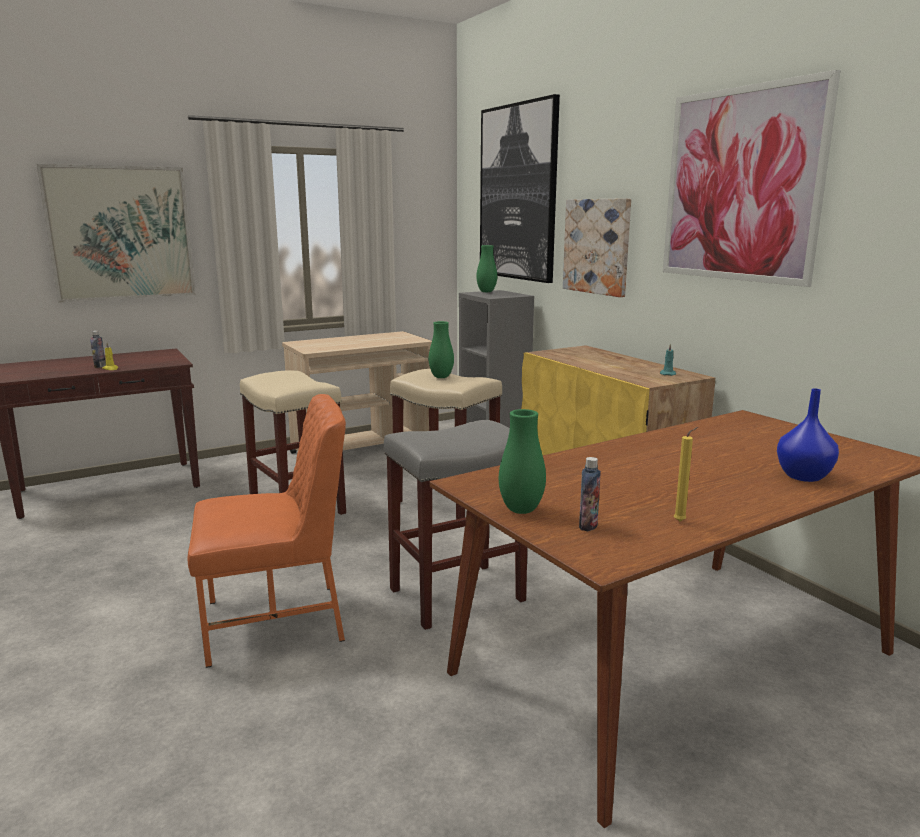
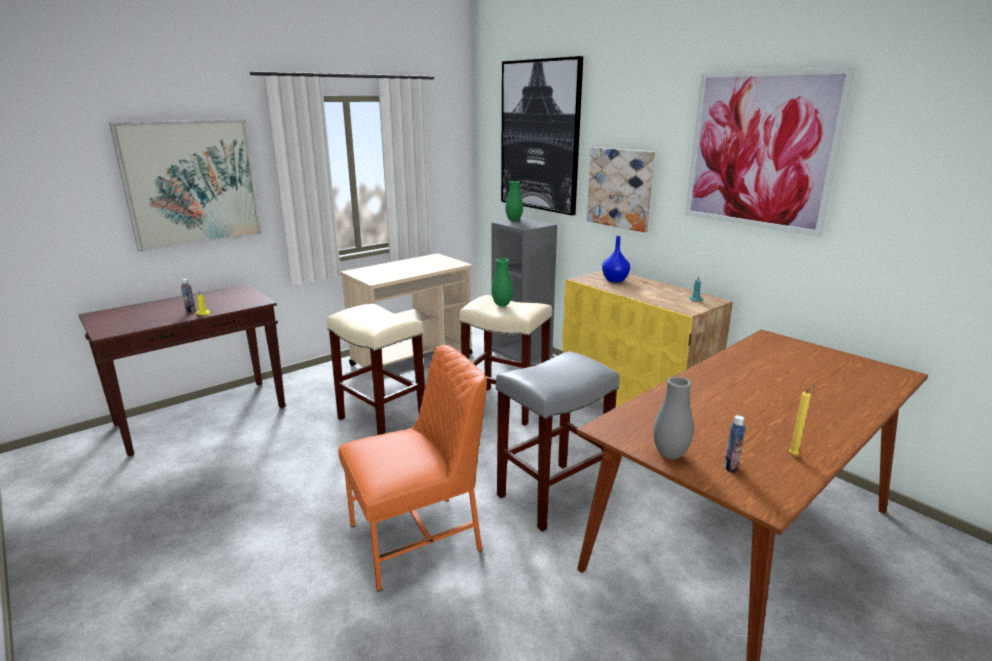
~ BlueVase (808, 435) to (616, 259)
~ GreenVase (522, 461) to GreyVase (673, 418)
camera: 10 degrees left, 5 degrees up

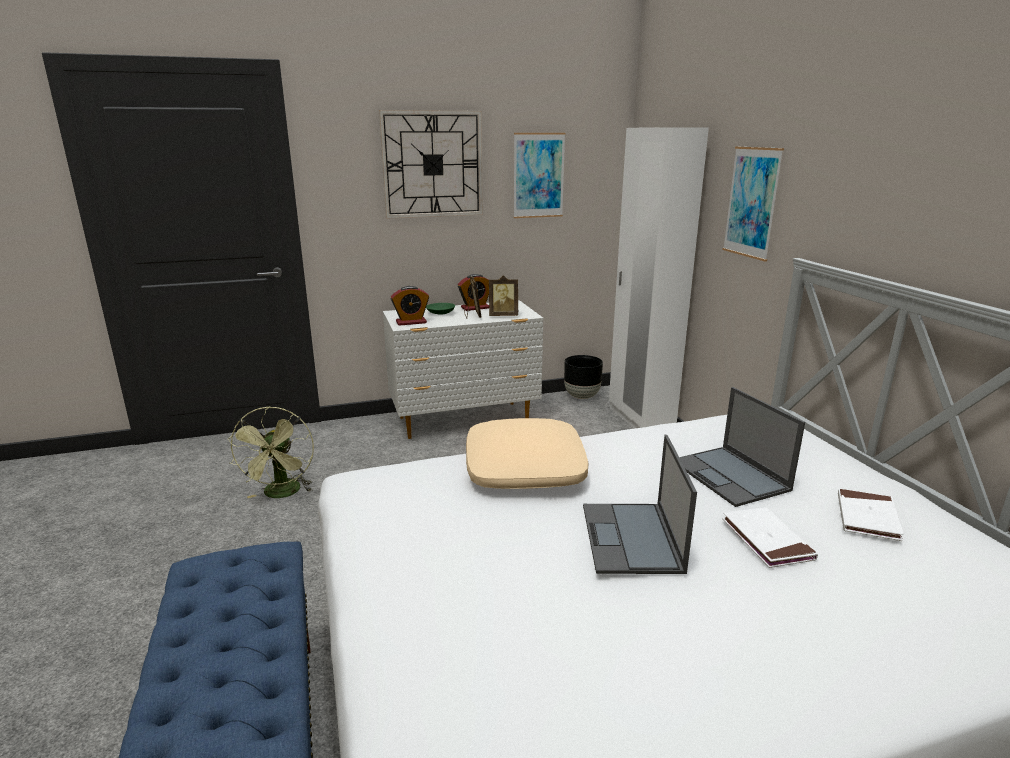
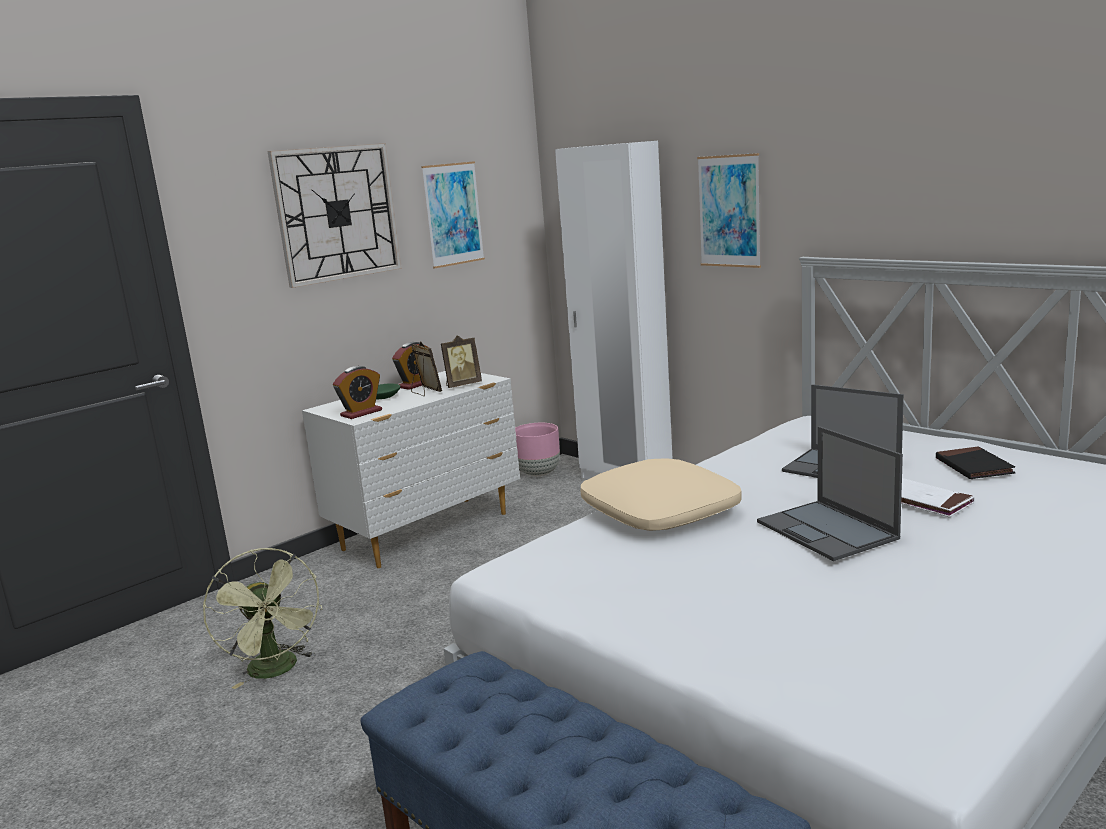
~ BlackPlanter (583, 377) to PinkPlanter (537, 449)
~ WhiteBook (871, 515) to BlackBook (975, 462)
camera: 25 degrees left, 5 degrees down

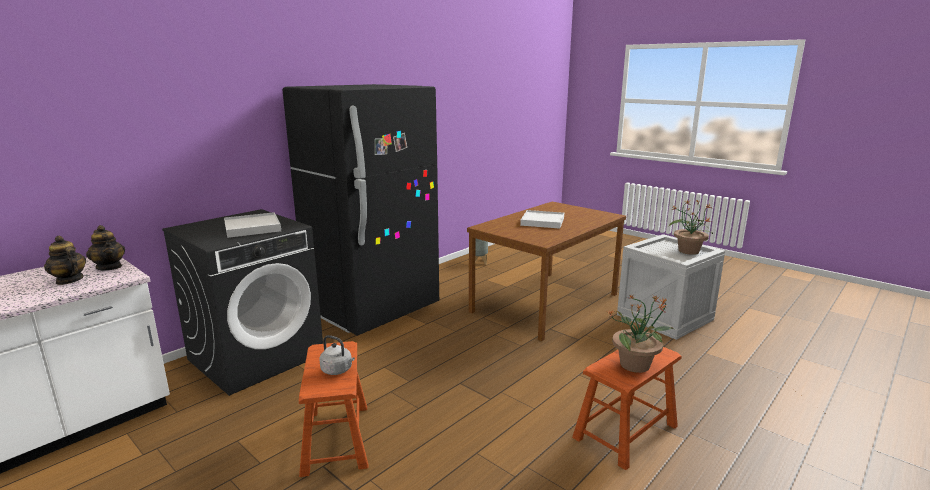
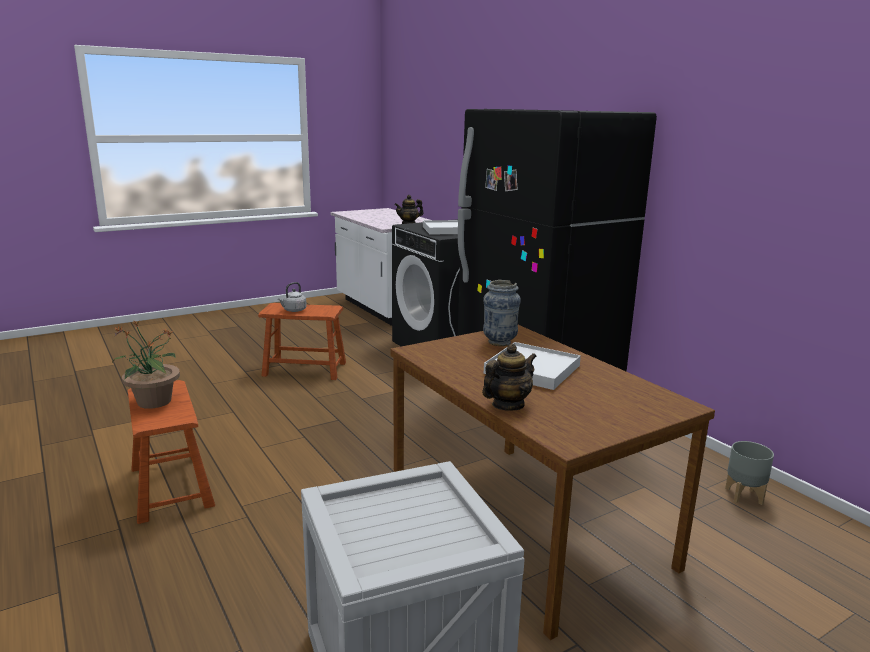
- PottedPlant (691, 227)
+ Vase (502, 313)
~ Teapot (65, 260) to (509, 377)
camera: 105 degrees right, 0 degrees up

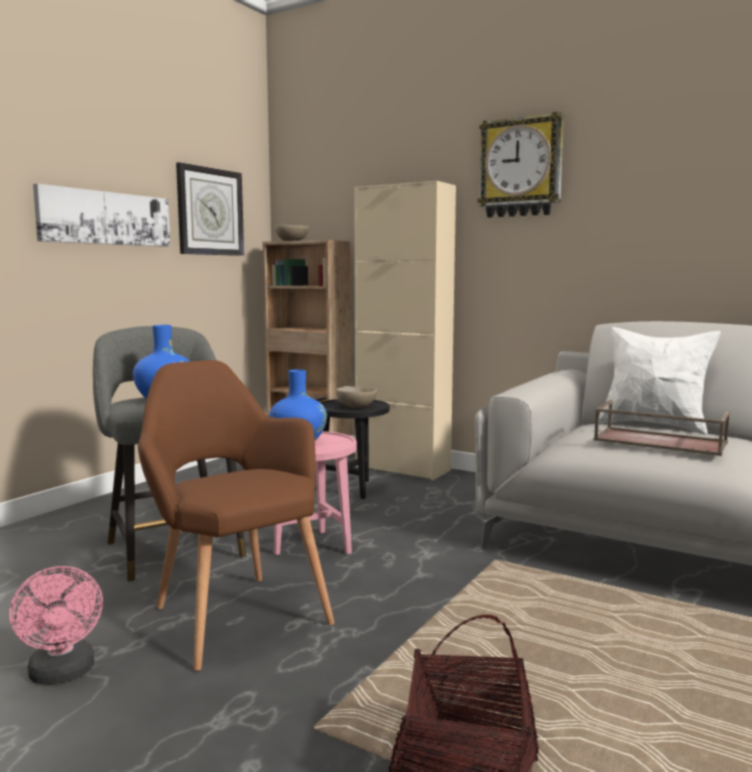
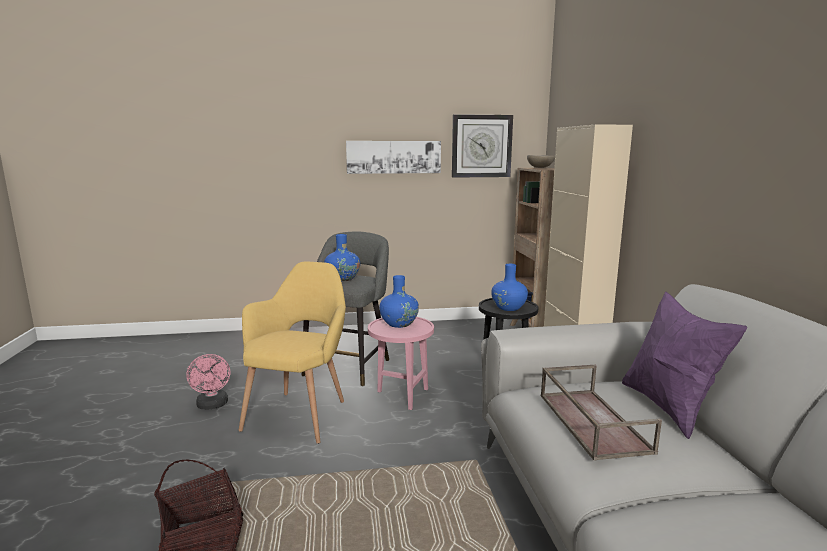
- WallClock (521, 165)
~ BeigeBowl (356, 397) to BlueVase (509, 287)
~ BrownArmchair (236, 515) to YellowArmchair (292, 352)
~ WhitePillow (660, 381) to PurplePillow (684, 365)
~ PinkFan (56, 625) = (208, 382) 45 degrees counterclockwise
camera: 50 degrees right, 5 degrees up

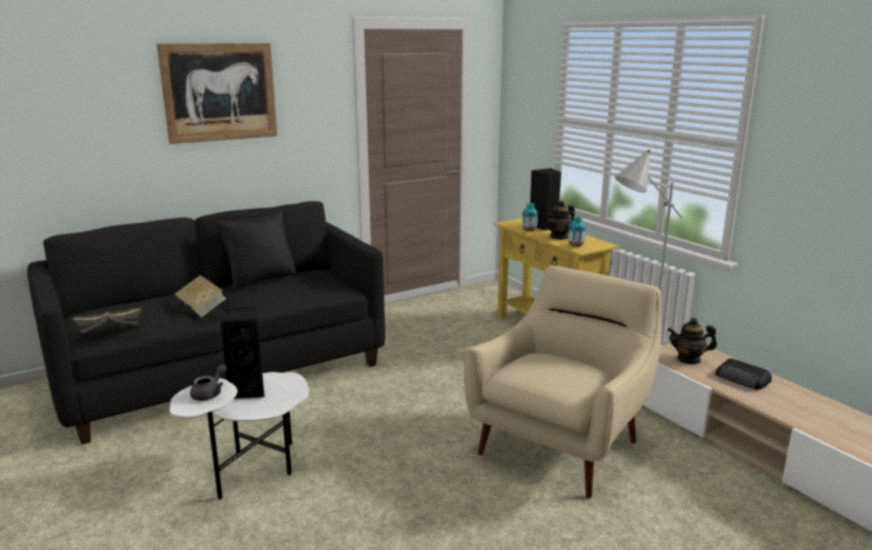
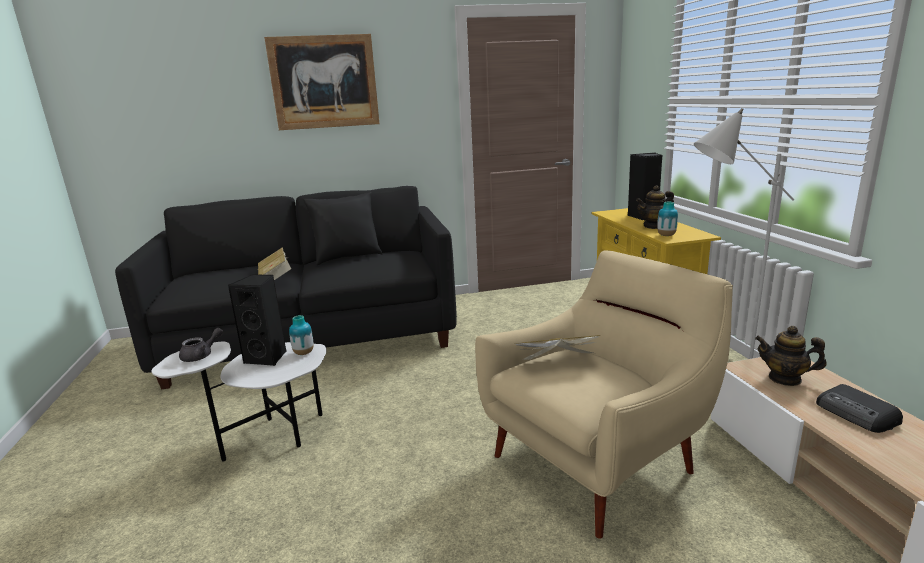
~ Book (107, 321) to (557, 347)
~ Vase (530, 217) to (301, 335)
camera: 20 degrees right, 0 degrees up

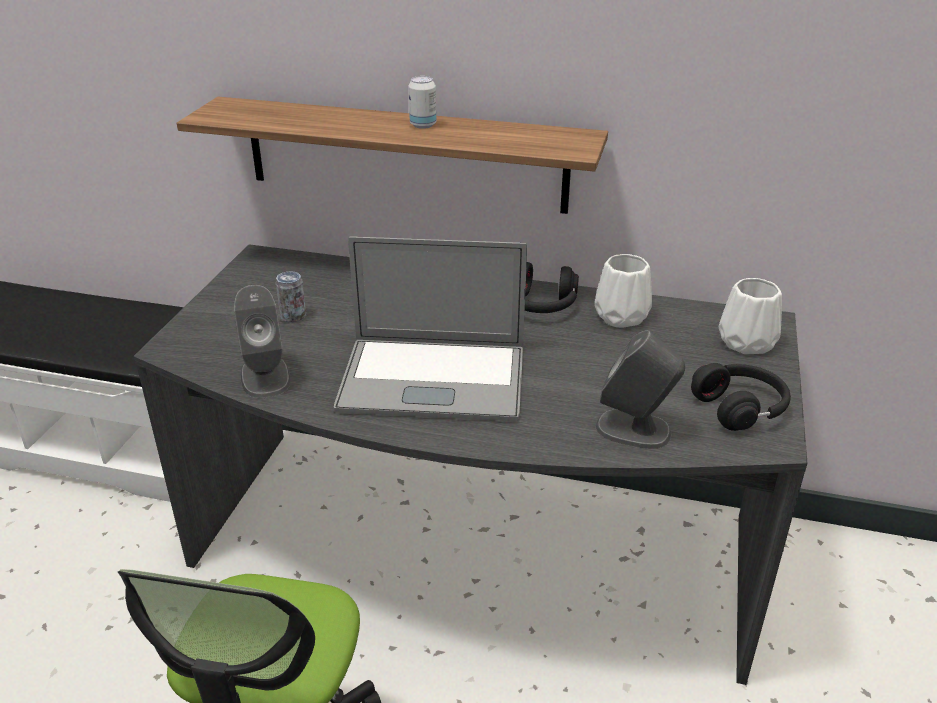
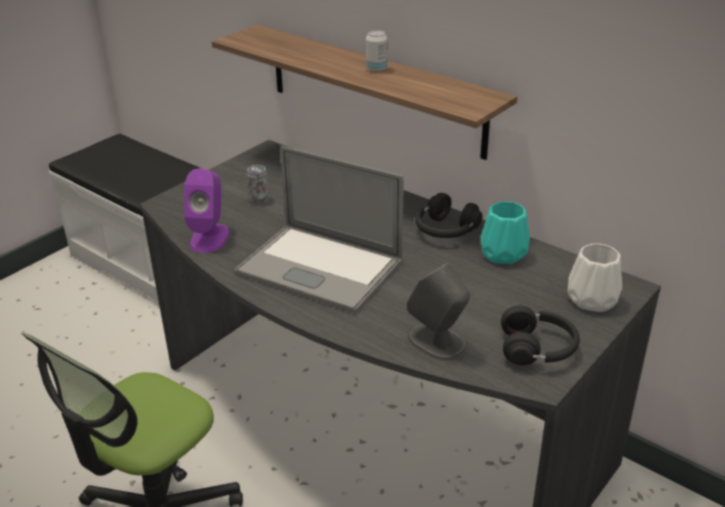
~ GreySpeaker (262, 341) to PurpleSpeaker (207, 210)
~ WhiteVase (623, 290) to TurquoiseVase (505, 232)
camera: 25 degrees right, 0 degrees up

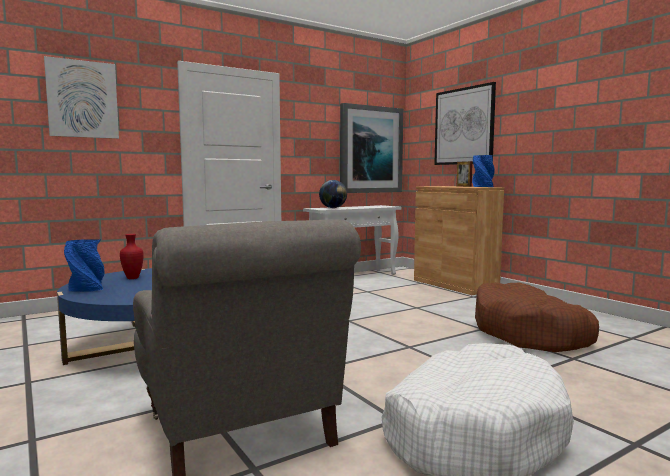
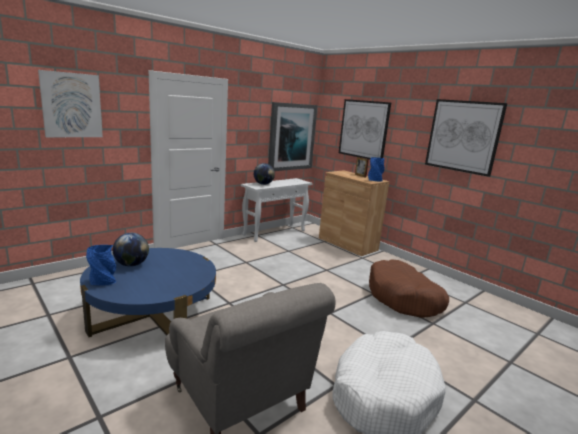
+ Picture (466, 138)
~ RedVase (132, 256) to Globe (131, 250)
camera: 10 degrees left, 10 degrees up

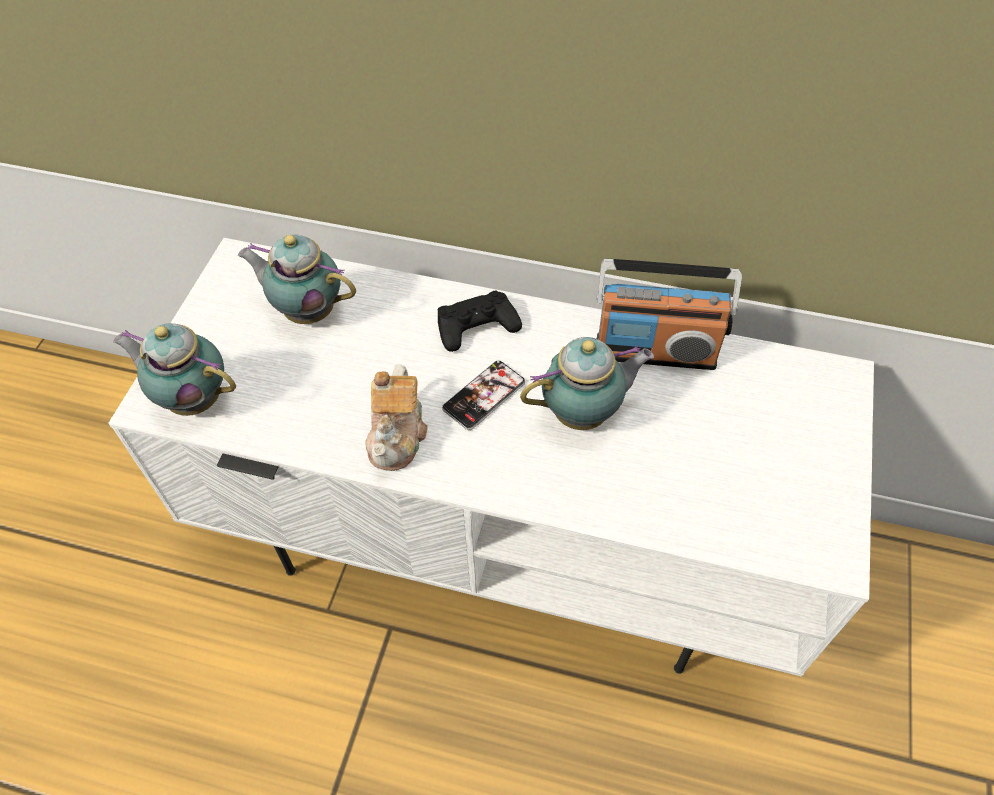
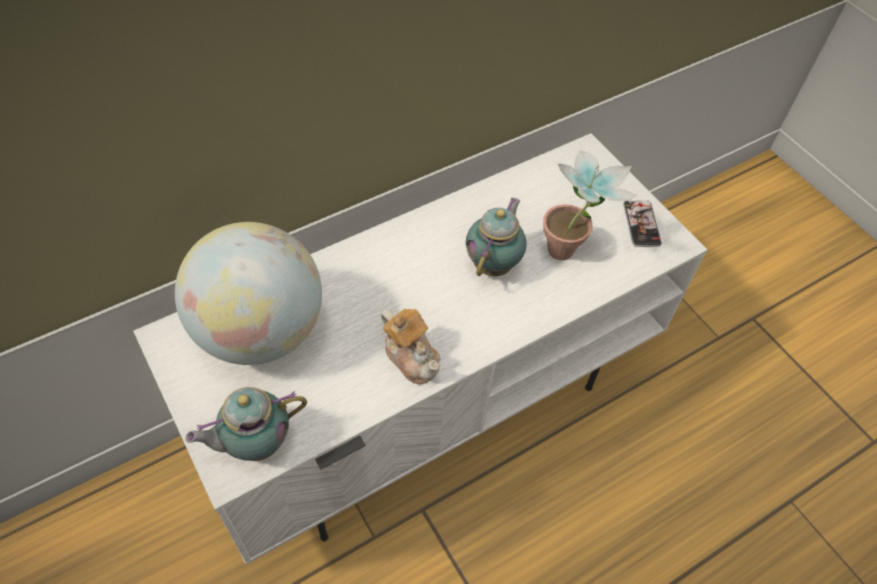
- BlackGameController (480, 321)
- Radio (669, 314)
+ PottedPlant (590, 205)
~ Phone (483, 395) to (642, 223)
~ Teapot (297, 279) to Globe (248, 293)
camera: 50 degrees left, 0 degrees up

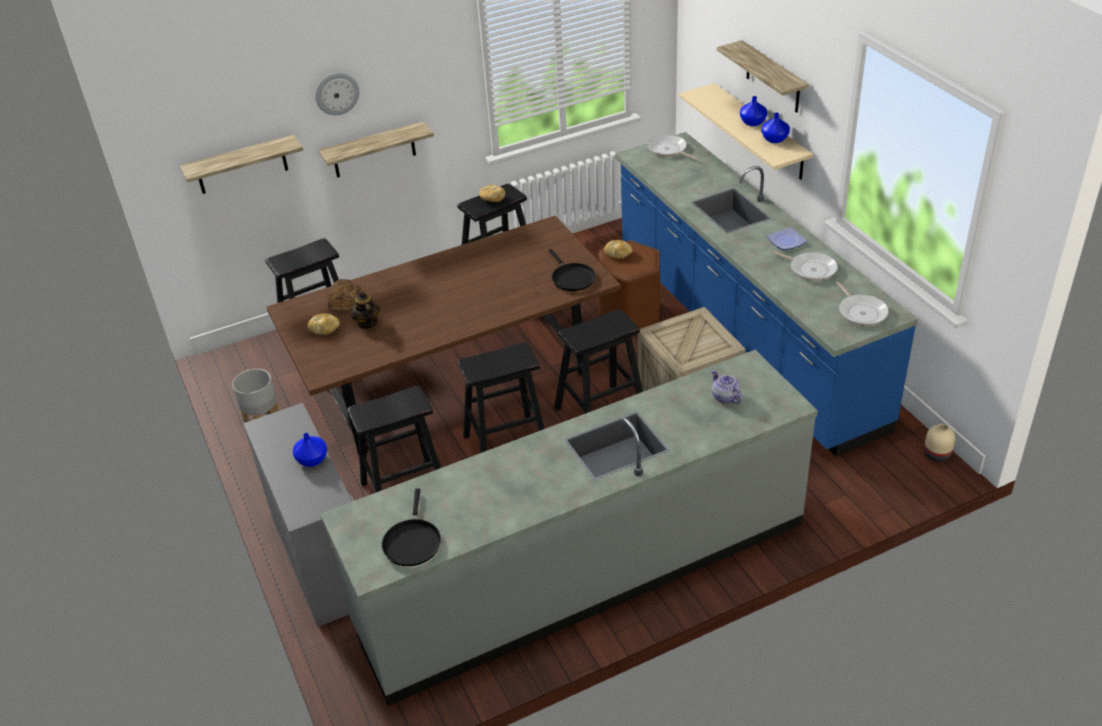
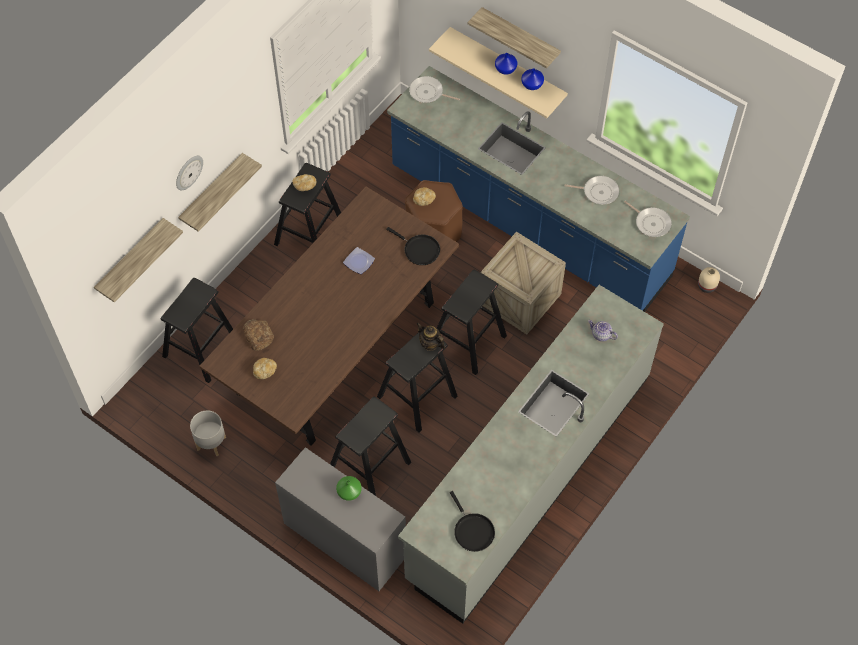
~ Teapot (365, 309) to (431, 337)
~ Plate (787, 238) to (359, 260)
~ BlueVase (310, 450) to GreenVase (349, 488)
camera: 30 degrees left, 20 degrees up

